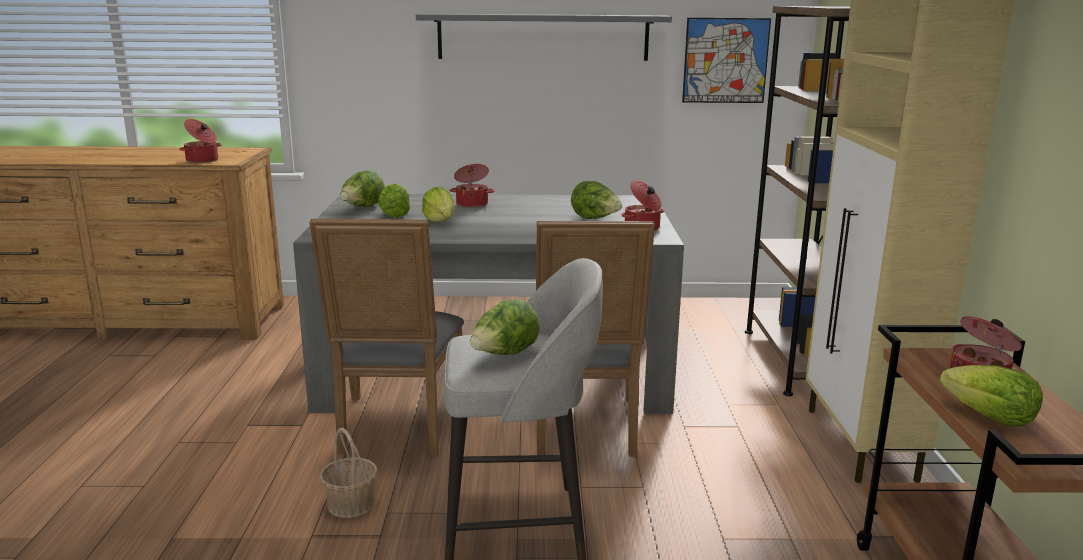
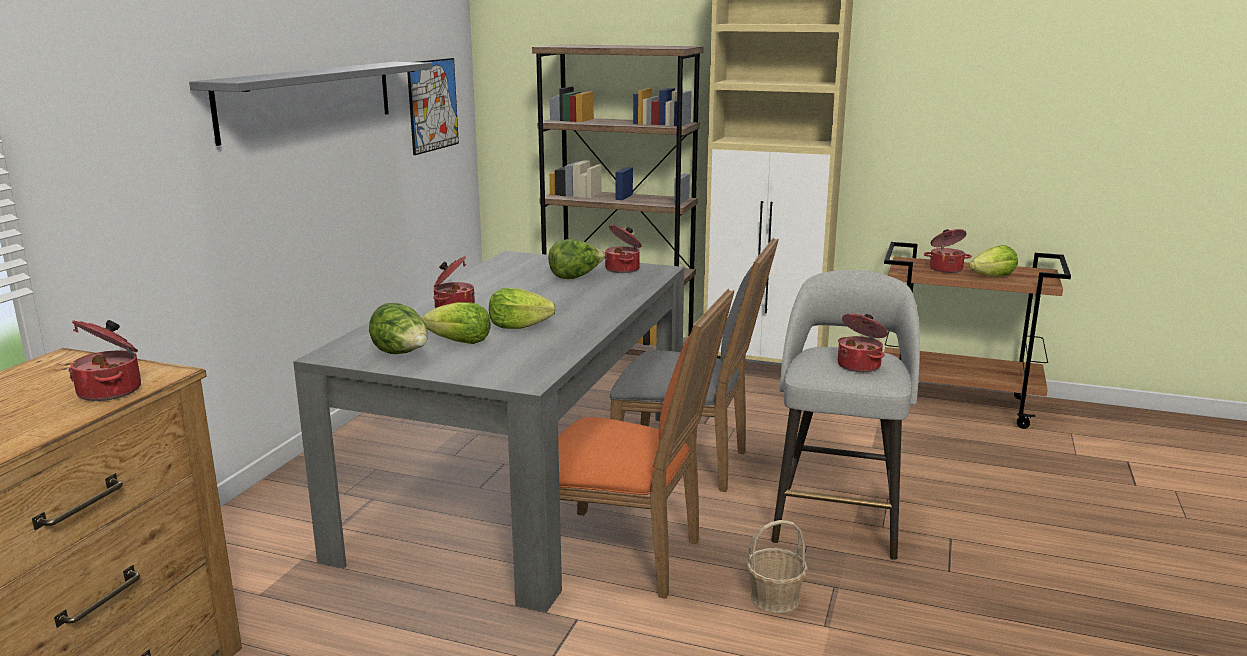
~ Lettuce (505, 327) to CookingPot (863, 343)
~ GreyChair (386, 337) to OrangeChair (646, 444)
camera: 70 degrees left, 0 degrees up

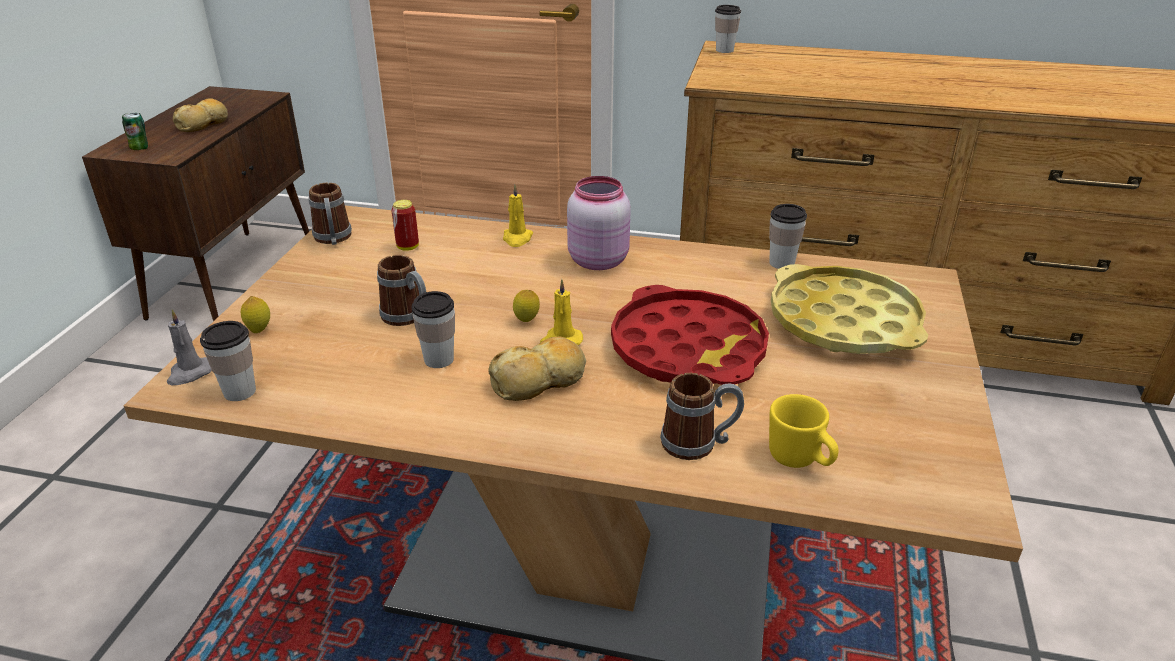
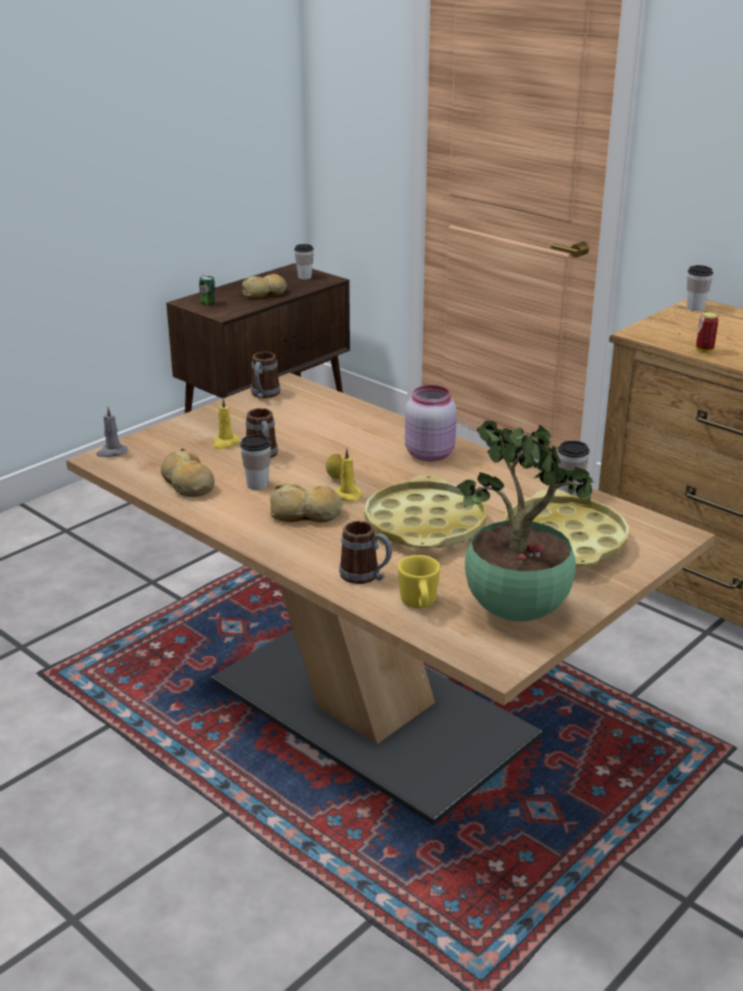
- Lemon (255, 314)
+ Bread (188, 473)
+ PottedPlant (526, 521)
~ Cup (228, 361) to (304, 261)
~ Can (405, 225) to (707, 332)
~ YellowCandle (518, 216) to (226, 423)
~ RedTray (690, 335) to YellowTray (425, 511)
camera: 30 degrees right, 5 degrees down

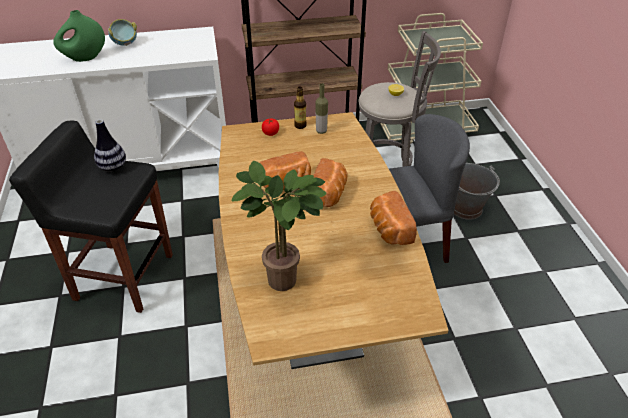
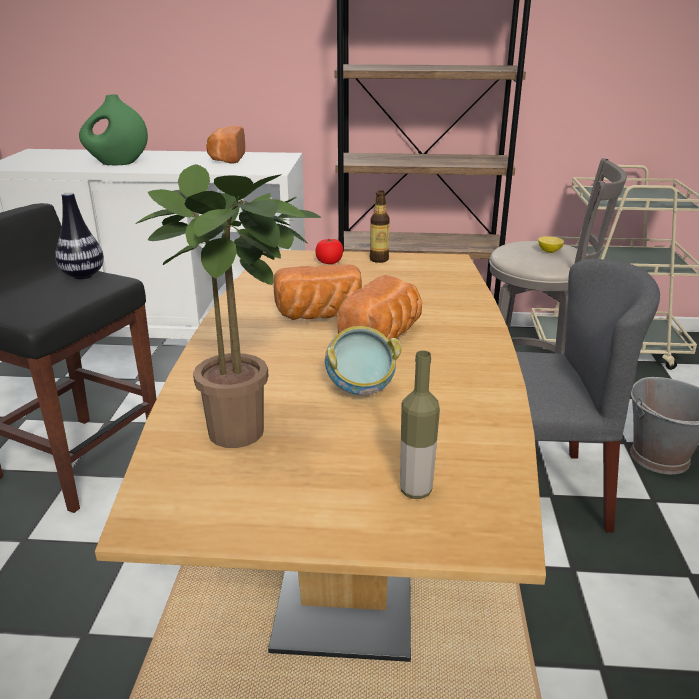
~ Bowl (122, 32) to (363, 360)
~ Bottle (321, 109) to (420, 425)
~ Bread (393, 218) to (225, 144)
camera: 15 degrees right, 15 degrees down

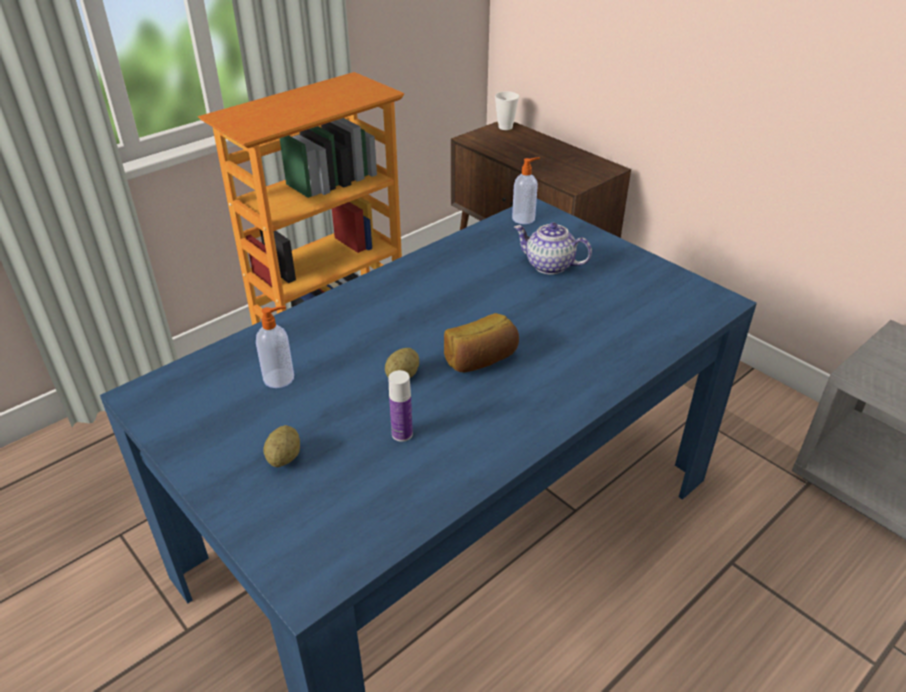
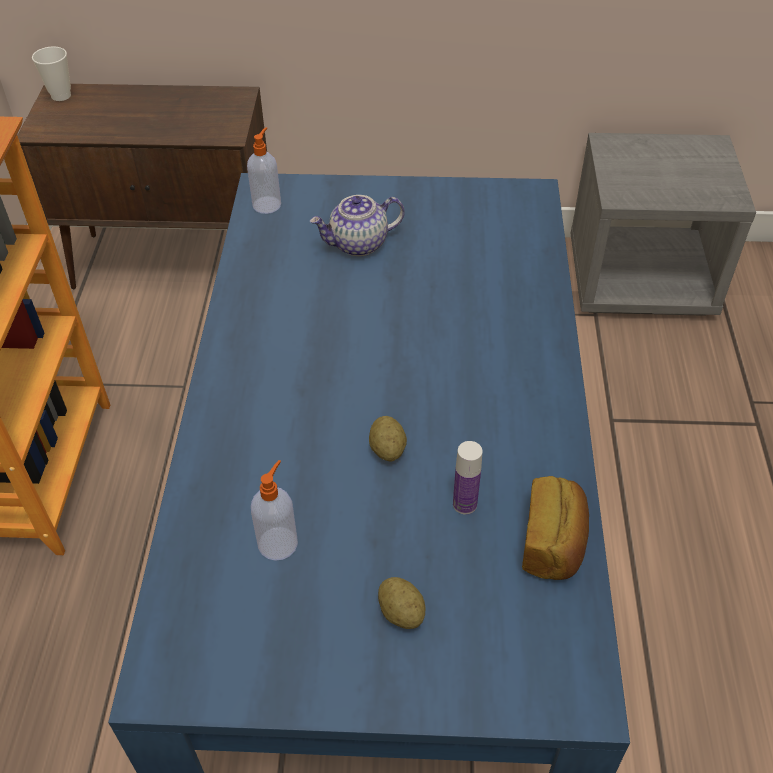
~ Bread (481, 342) to (555, 528)
camera: 45 degrees left, 10 degrees up

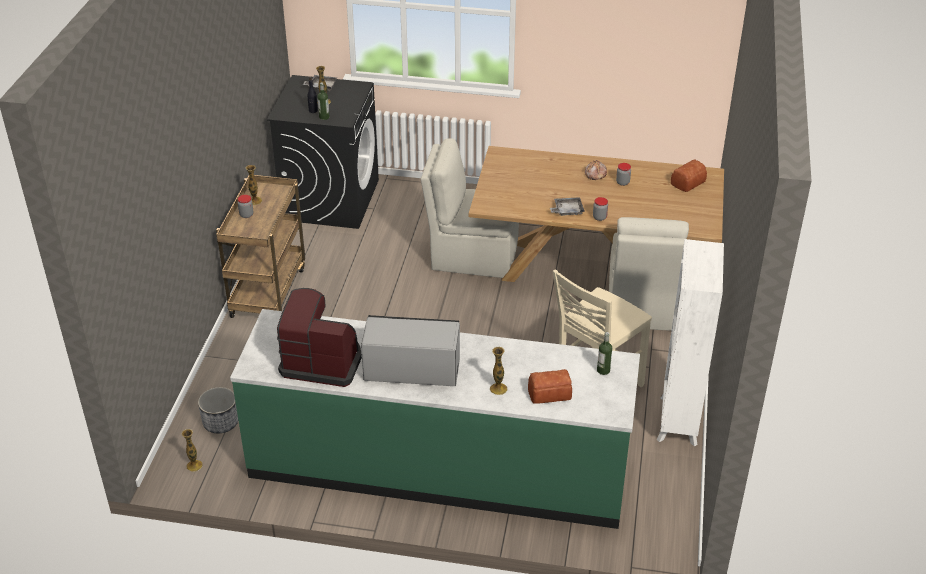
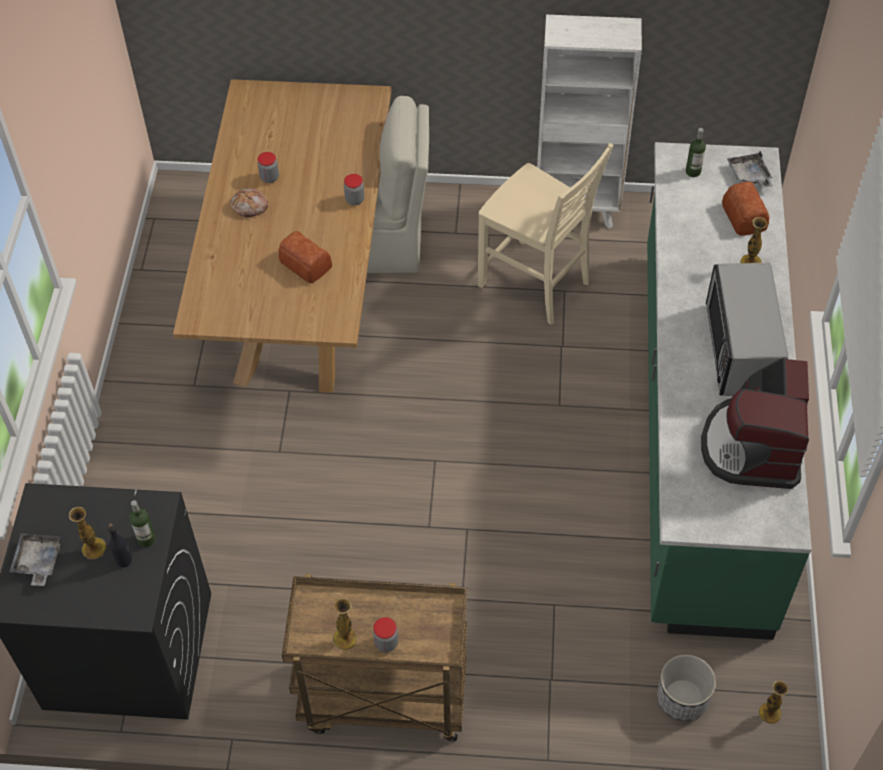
- BeigeChair (470, 208)
~ GreyTray (567, 206) to (750, 169)
~ Bread (689, 176) to (305, 257)
camera: 95 degrees left, 15 degrees up

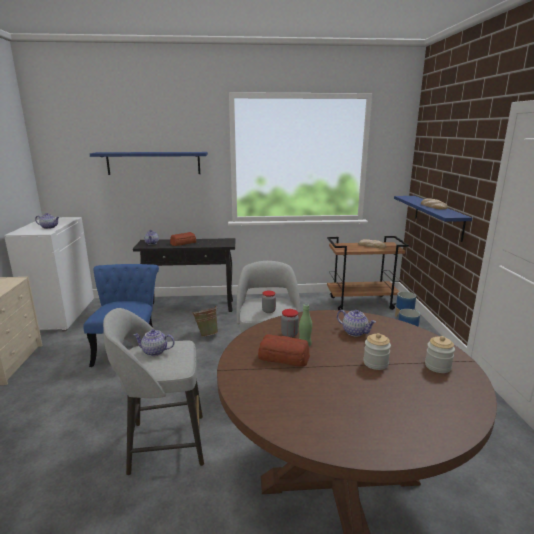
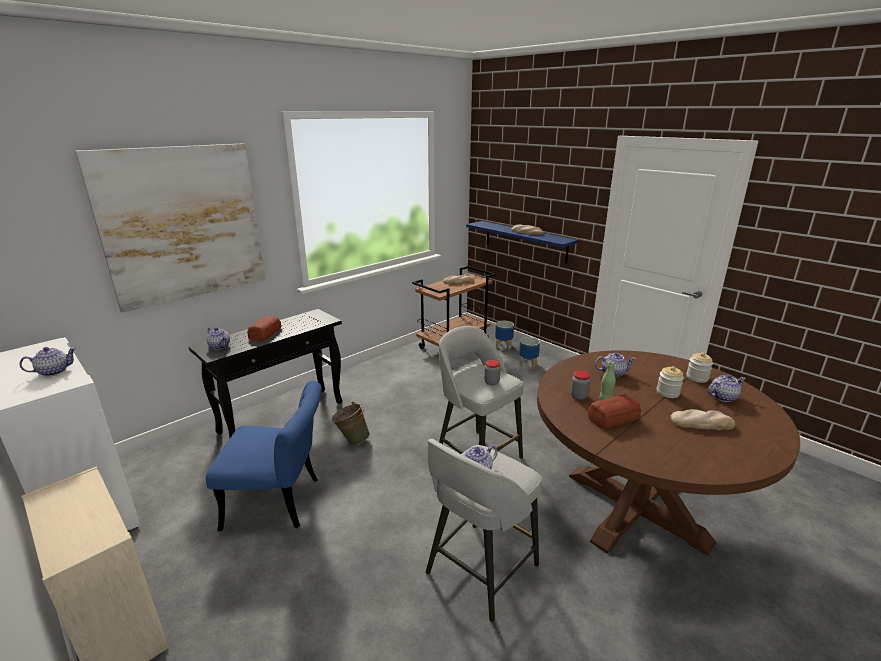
+ Bread (702, 420)
+ Teapot (727, 388)
~ BlueShelf (149, 163) to Picture (170, 228)
~ BlueChair (121, 315) = (264, 455) 135 degrees clockwise
camera: 40 degrees left, 5 degrees up

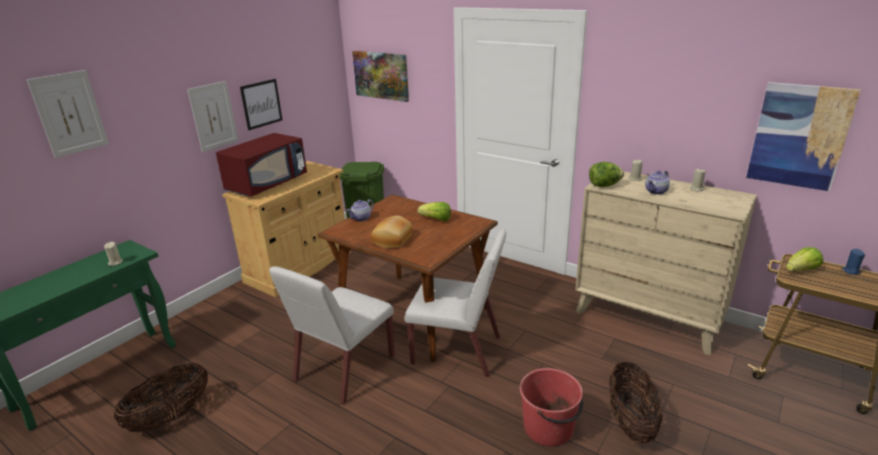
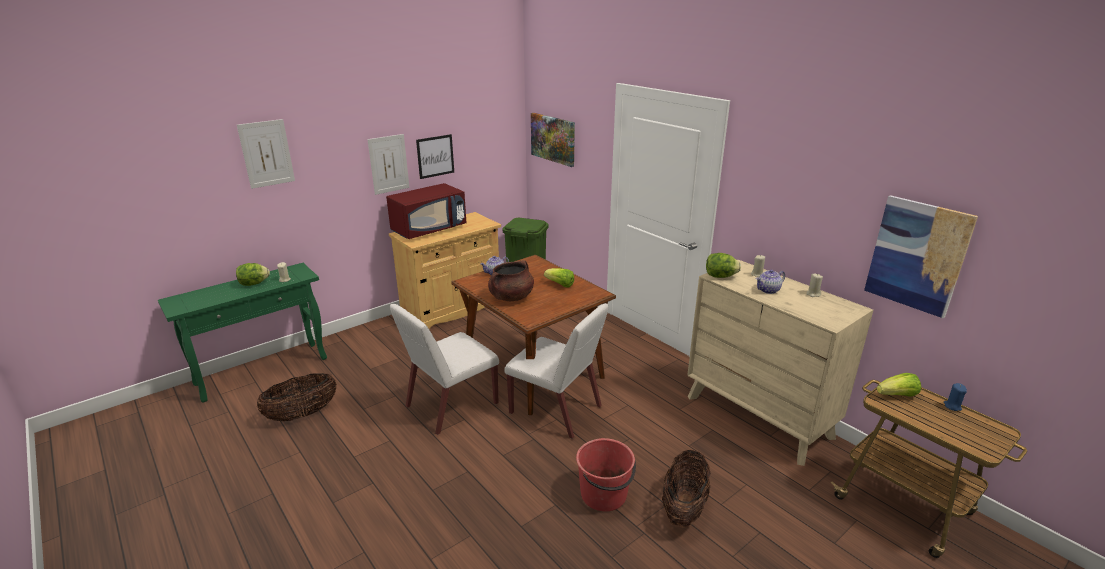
+ Lettuce (253, 274)
~ Bread (392, 232) to BrownCookingPot (511, 280)
camera: 15 degrees right, 0 degrees up

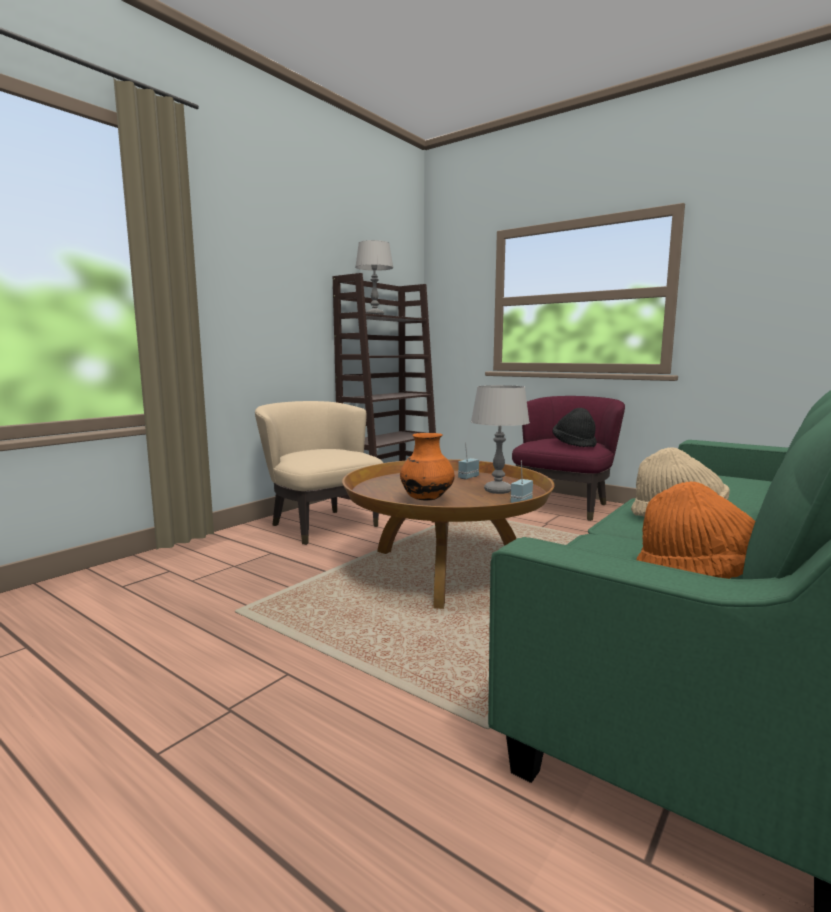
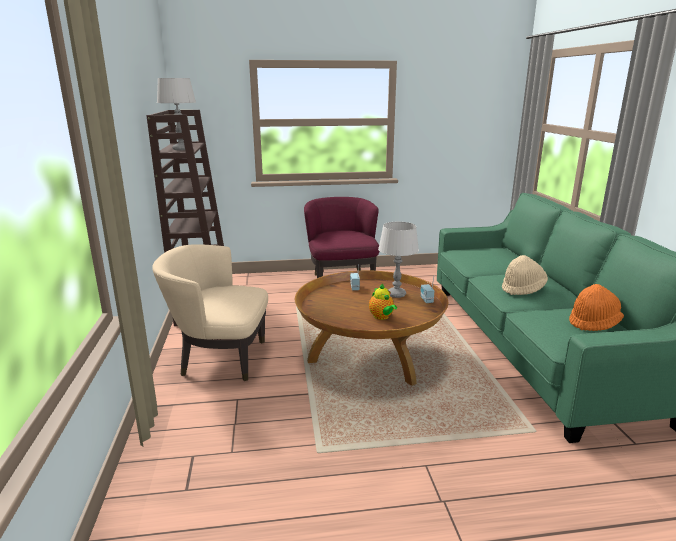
- BlackHat (575, 427)
~ OrangeVase (427, 467) to Teapot (383, 301)
camera: 45 degrees left, 10 degrees up

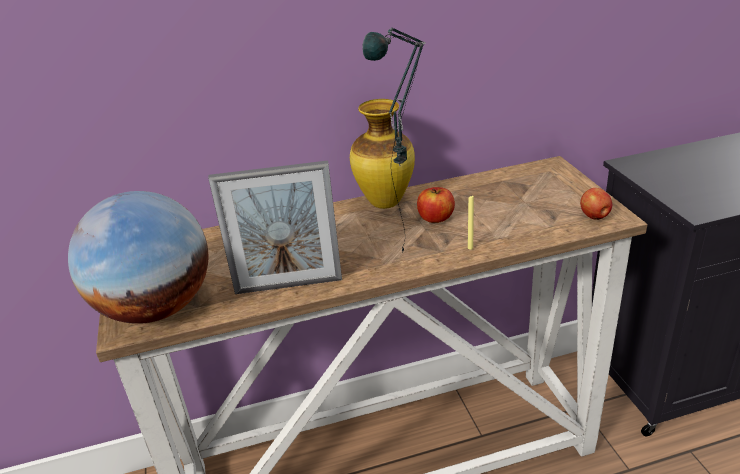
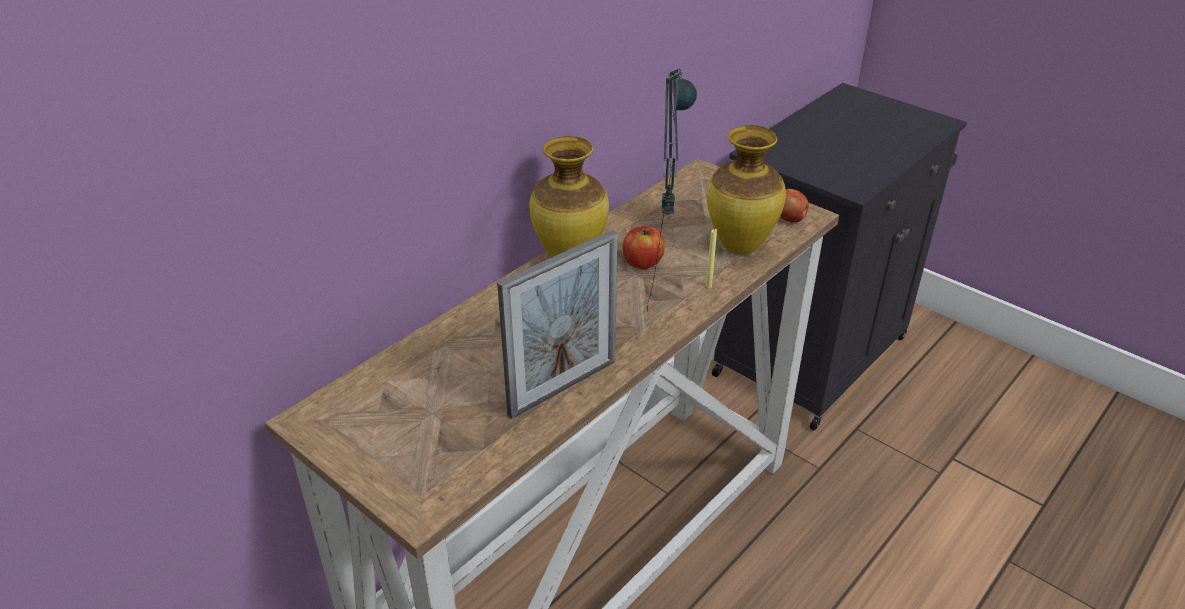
- Globe (138, 257)
+ Vase (746, 190)
camera: 35 degrees left, 5 degrees up

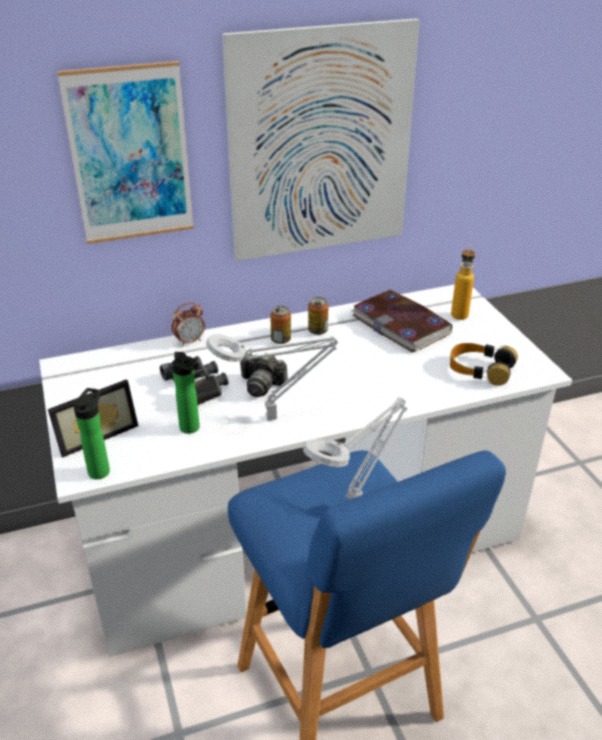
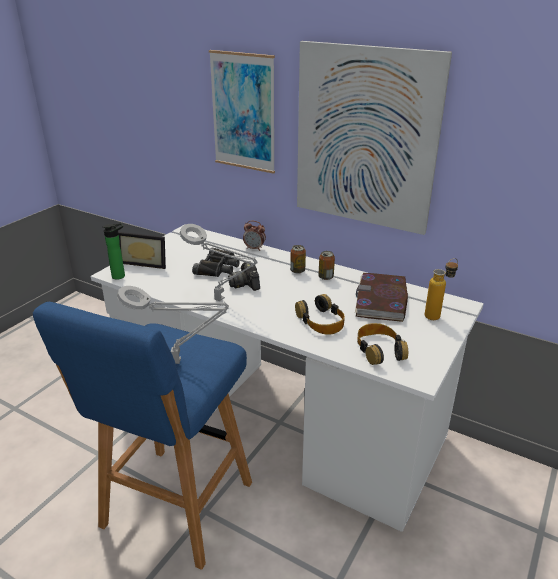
- Bottle (186, 393)
+ Headphones (320, 314)
camera: 50 degrees right, 5 degrees down

